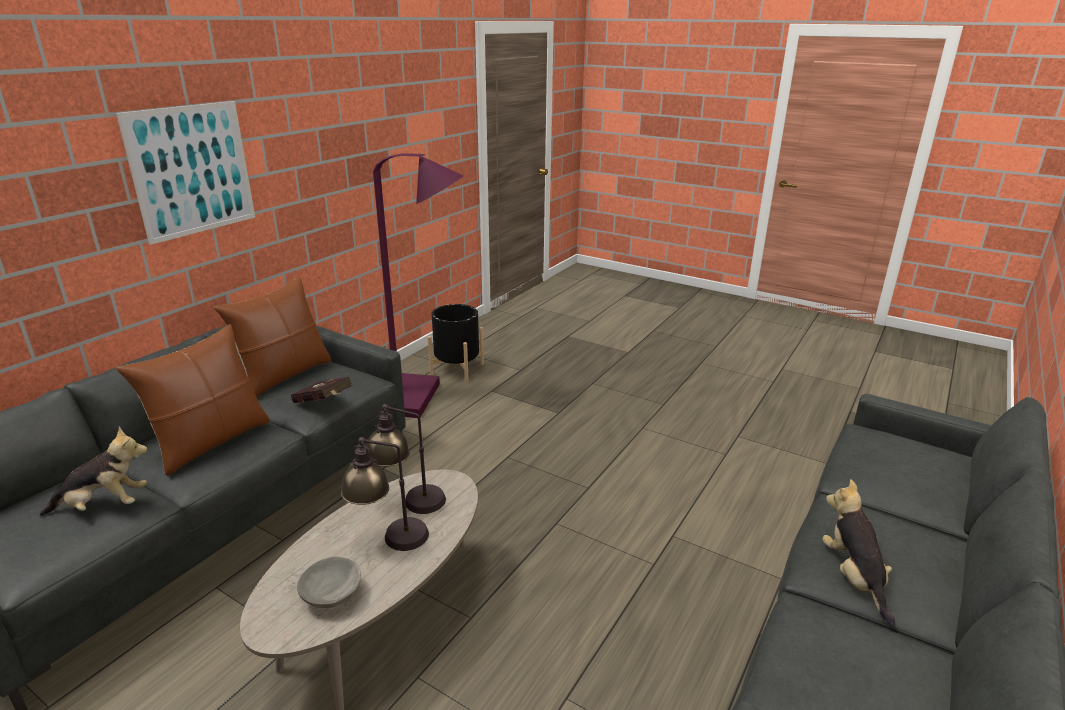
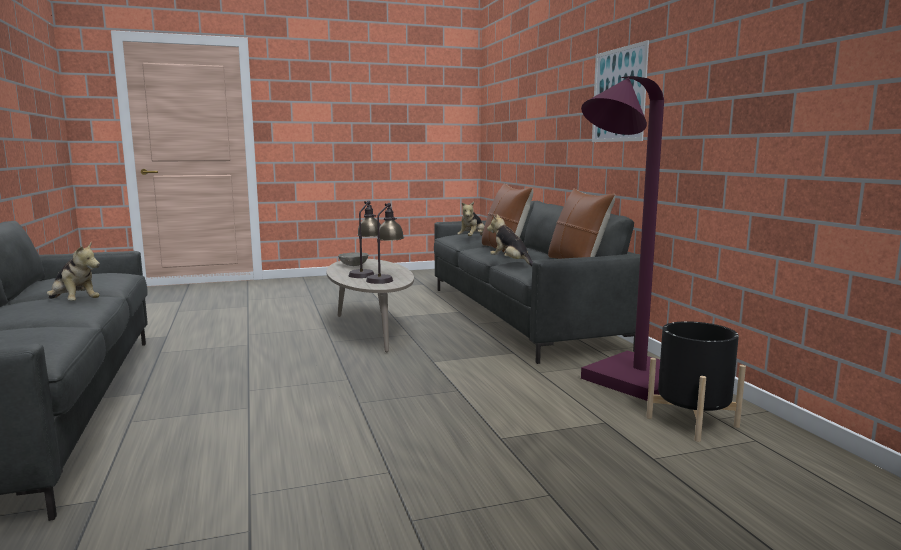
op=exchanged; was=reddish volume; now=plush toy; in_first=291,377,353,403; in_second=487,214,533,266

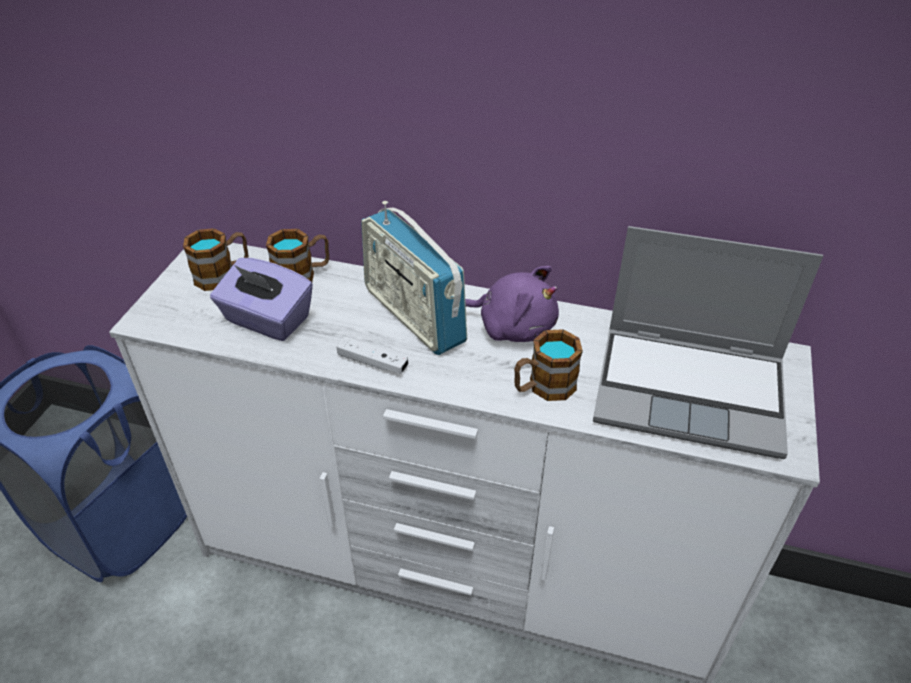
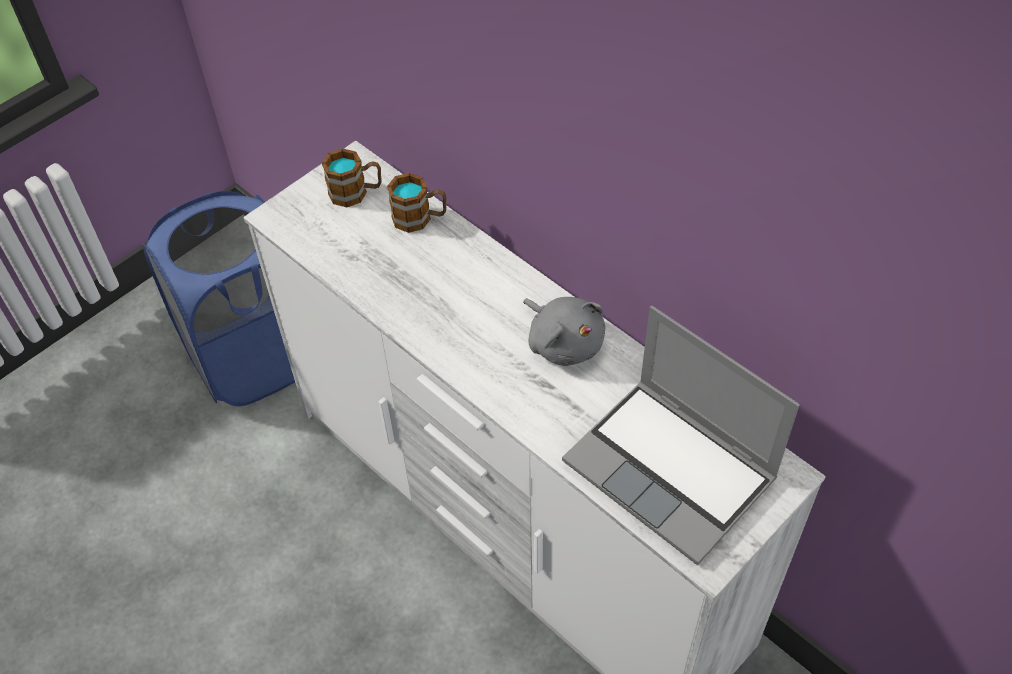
op=missing; was=purple-coloured box of tissues; in_first=210,258,313,341
op=missing; was=white joypad; in_first=336,337,408,374
op=missing; was=radio; in_first=361,201,467,355
op=colour; was=purple-coloured plush toy; now=gray plush toy; in_first=465,266,559,342; in_second=523,297,606,366
op=missing; was=tea mug; in_first=514,329,583,401

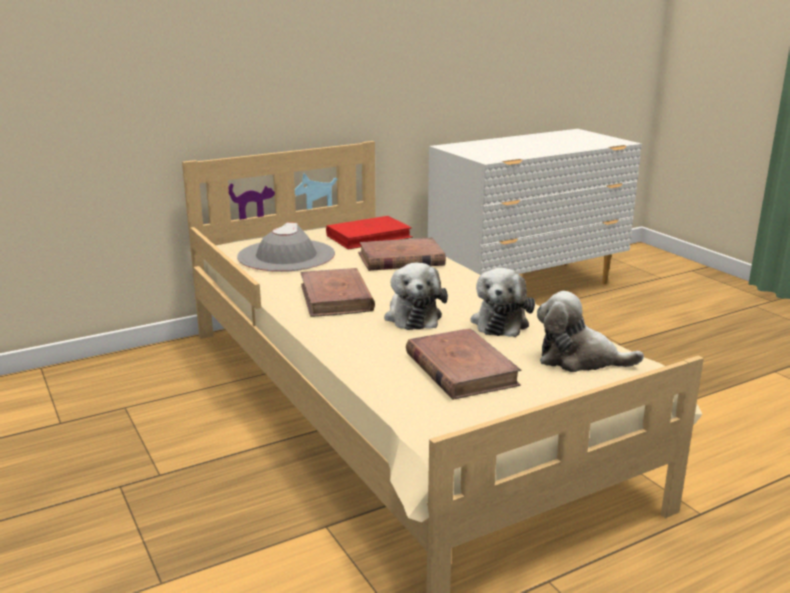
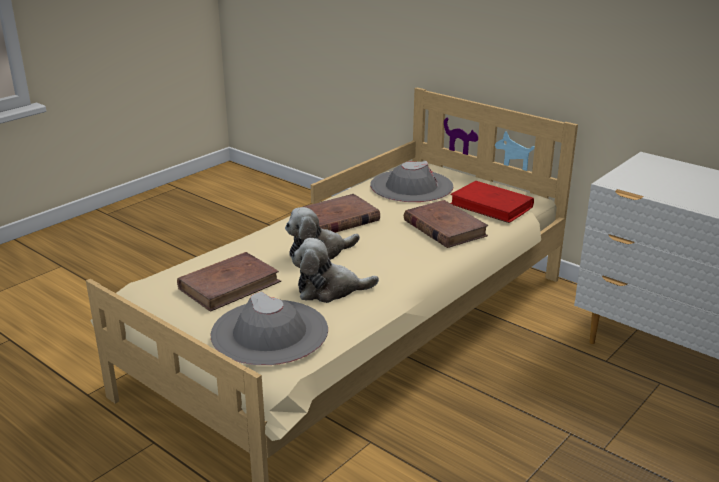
op=exchanged; was=plush toy; now=gray clothing hat; in_first=537,291,644,372; in_second=210,292,328,365

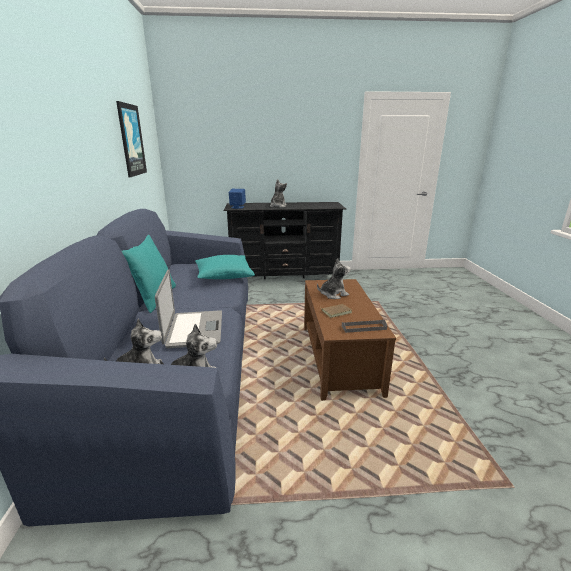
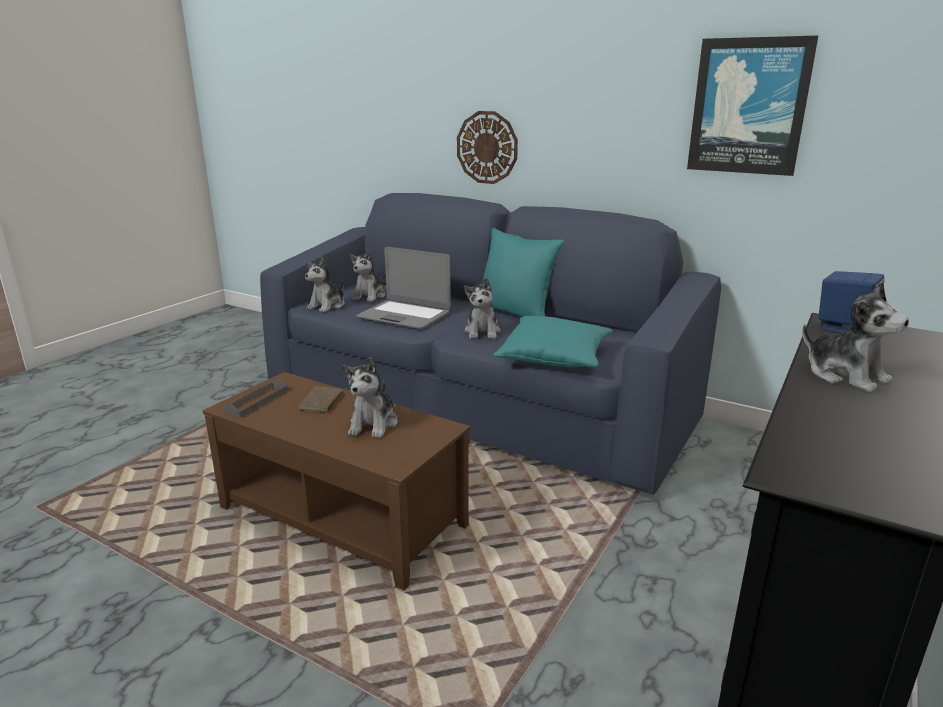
op=appeared; now=wall clock; in_second=457,111,518,184
op=appeared; now=plush toy; in_second=464,278,501,339

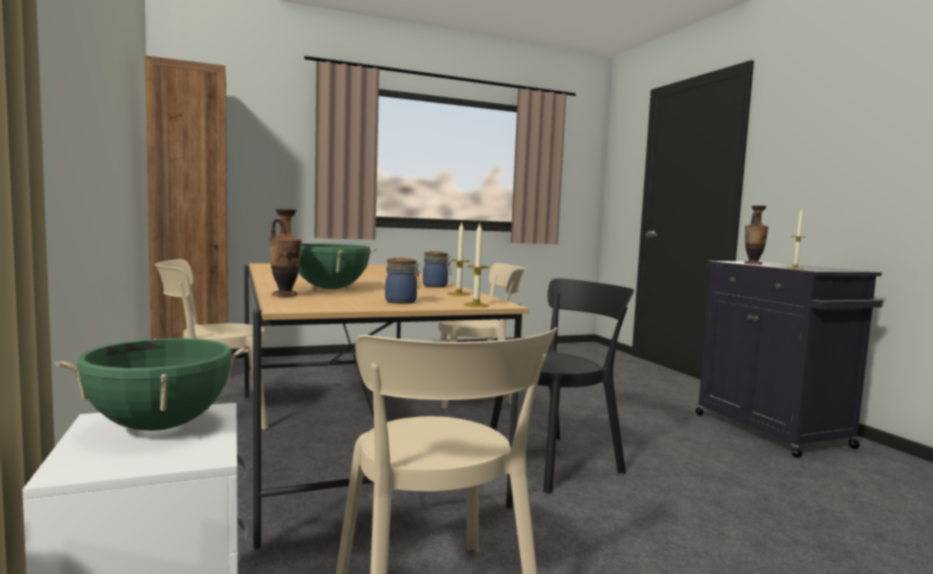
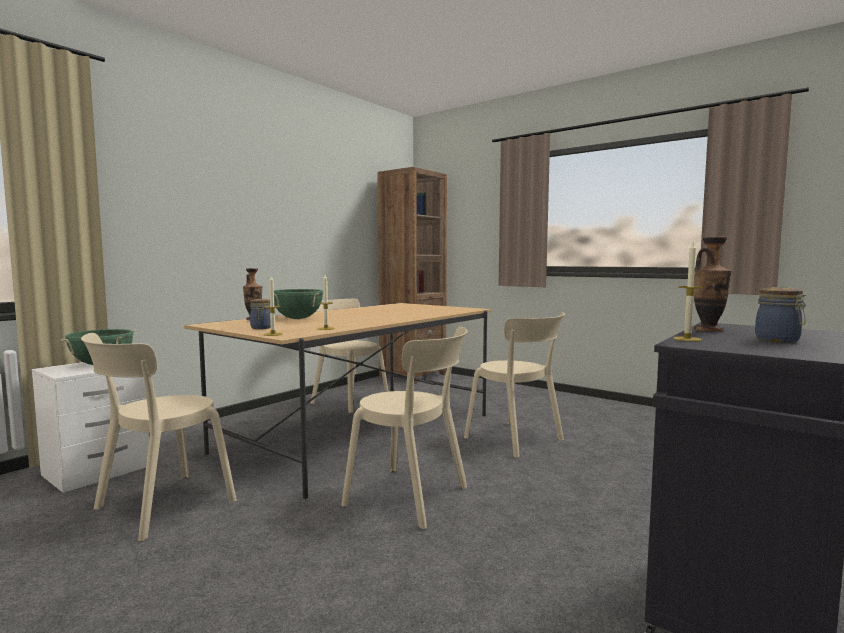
op=relocated; was=storage jar; in_first=423,251,451,288; in_second=755,287,806,343
op=colour; was=blackish upright chair; now=sand-coloured upright chair; in_first=490,278,635,494; in_second=341,327,467,529

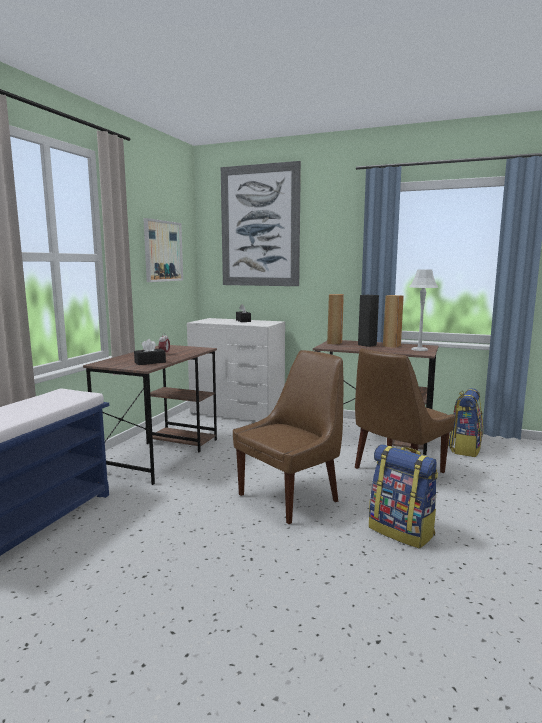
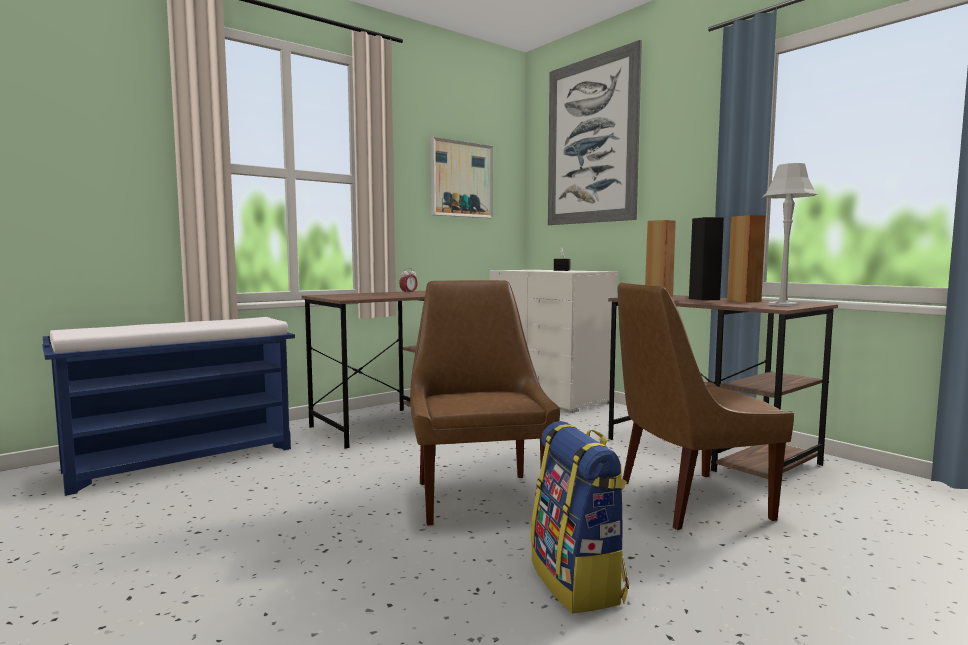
op=missing; was=blackish box of tissues; in_first=134,339,166,365
op=spun; was=brown upright chair; in_first=233,350,344,524; in_second=410,280,560,526; clockwise=-90
op=missing; was=backpack; in_first=448,388,483,457

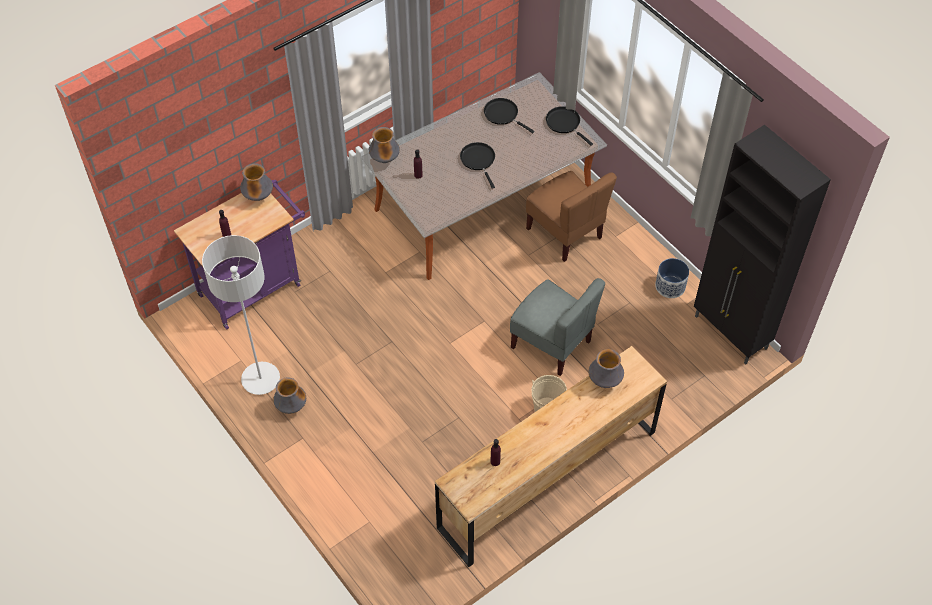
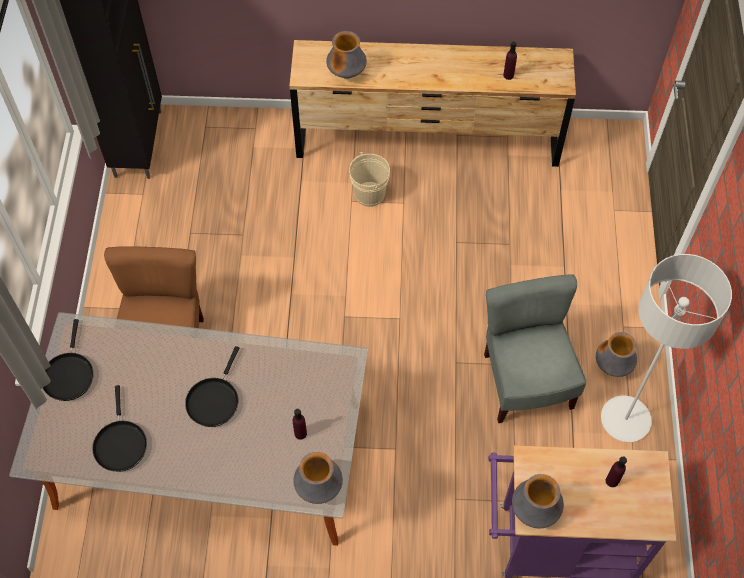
op=relocated; was=gray upright chair; in_first=510,278,605,376; in_second=484,274,587,423
op=missing; was=plant pot; in_first=655,258,689,298

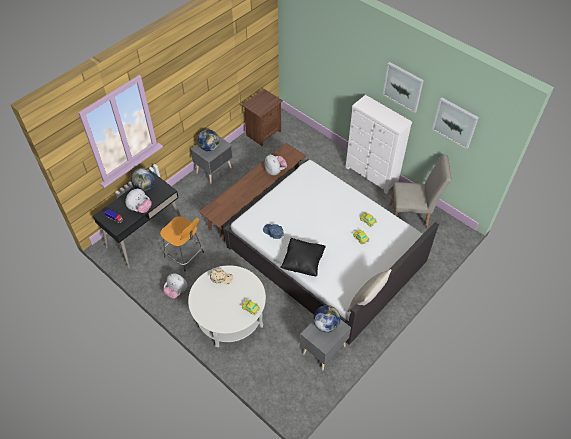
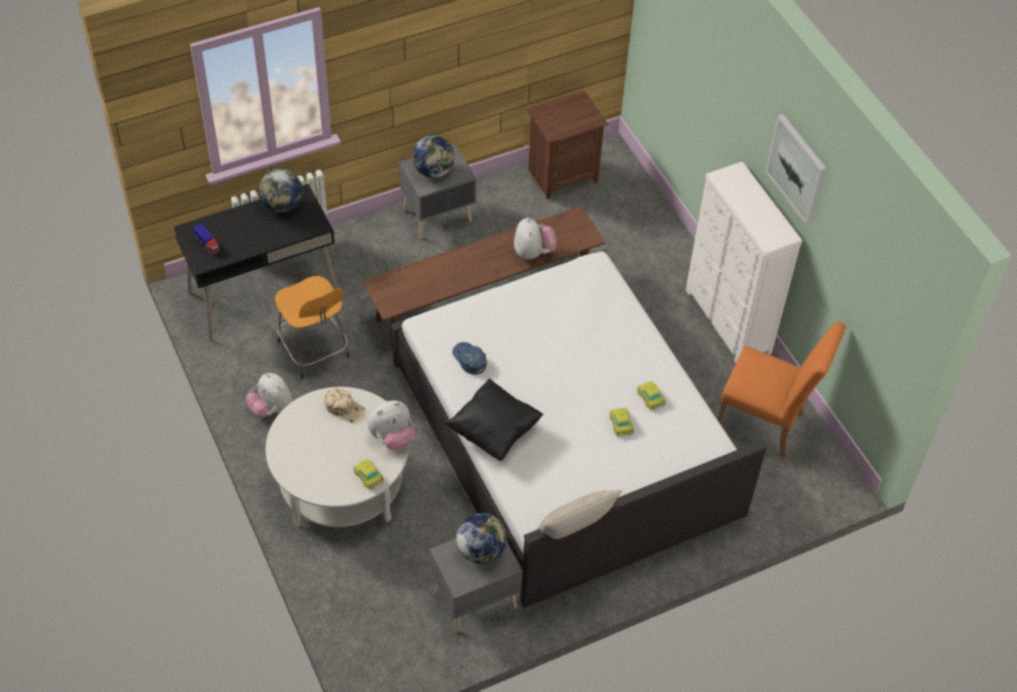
op=relocated; was=plush toy; in_first=125,188,152,213; in_second=367,401,415,450
op=colour; was=sand-coloured upright chair; now=orange upright chair; in_first=390,155,452,228; in_second=717,322,846,457
op=missing; was=picture; in_first=432,98,479,149

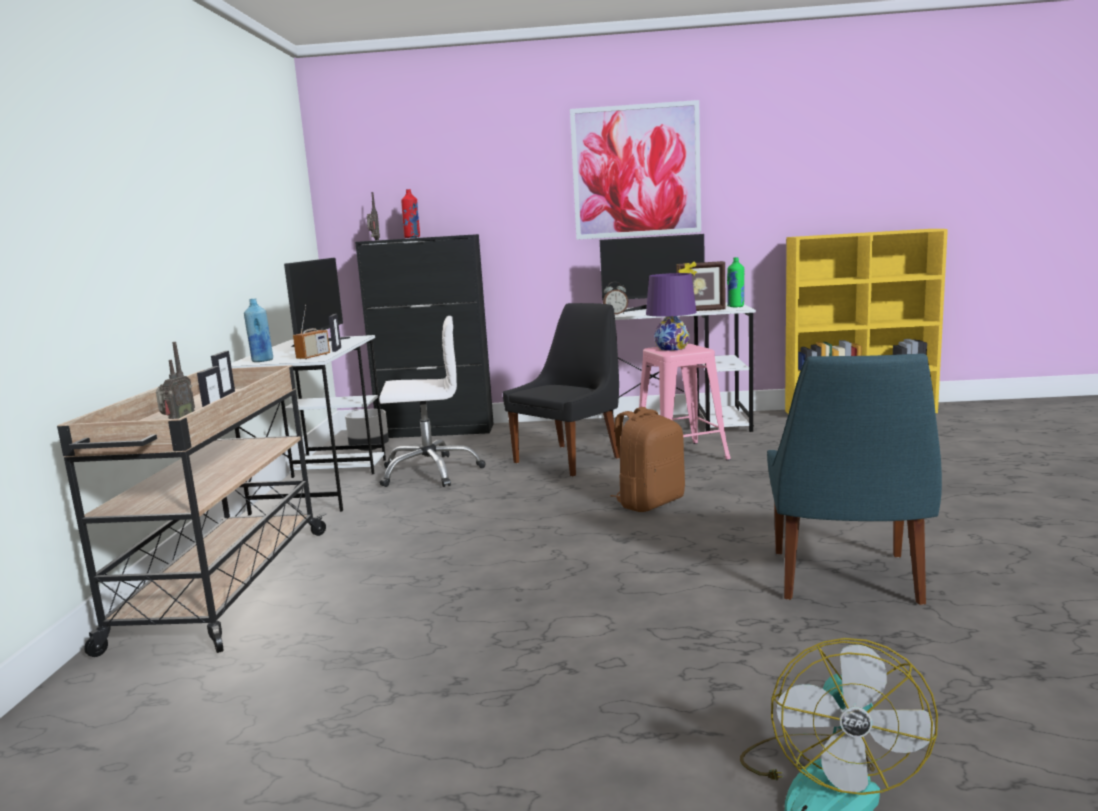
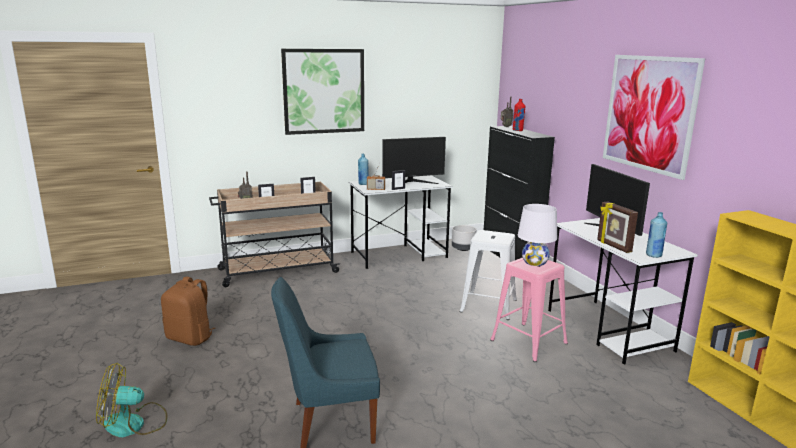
op=missing; was=white desk chair; in_first=379,316,485,487
op=exchanged; was=blackish upright chair; now=white sitting stool; in_first=503,303,619,477; in_second=460,230,517,320
op=missing; was=bedside clock; in_first=603,282,628,314
op=relocated; was=brown backpack; in_first=611,407,685,512; in_second=161,277,215,346
op=colour; was=purple-coloured tabletop lamp; now=white tabletop lamp; in_first=646,273,696,351; in_second=518,204,557,266
op=colour; was=green-coloured drink bottle; now=blue-coloured drink bottle; in_first=727,257,744,307; in_second=646,212,667,258
op=appeared; now=picture; in_second=281,49,364,135

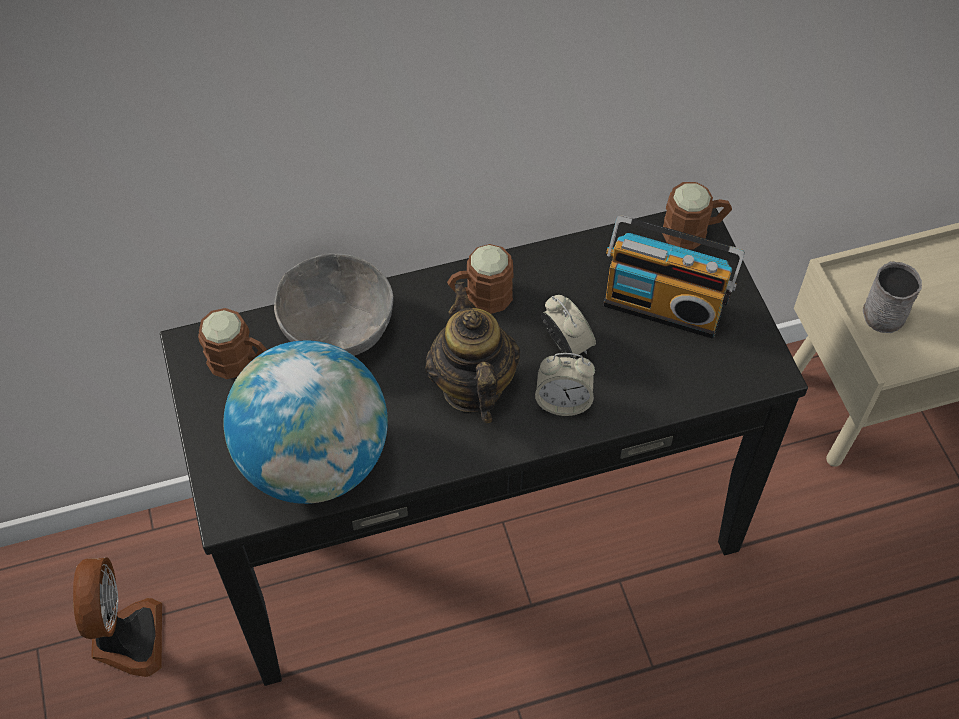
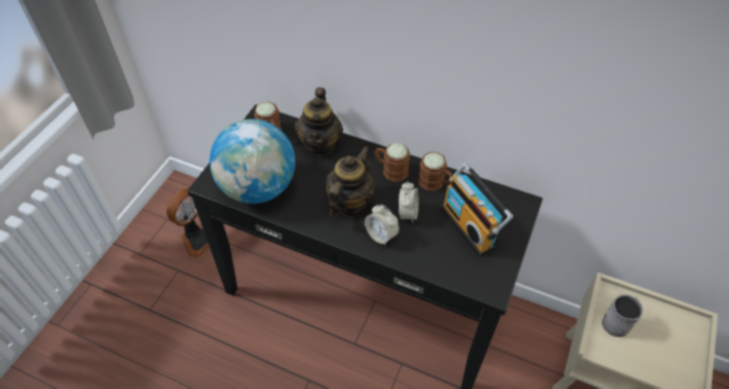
op=exchanged; was=gray bowl; now=tea pot; in_first=274,253,394,356; in_second=294,87,343,156
op=relocated; was=brown tea mug; in_first=662,182,732,249; in_second=418,152,453,191

